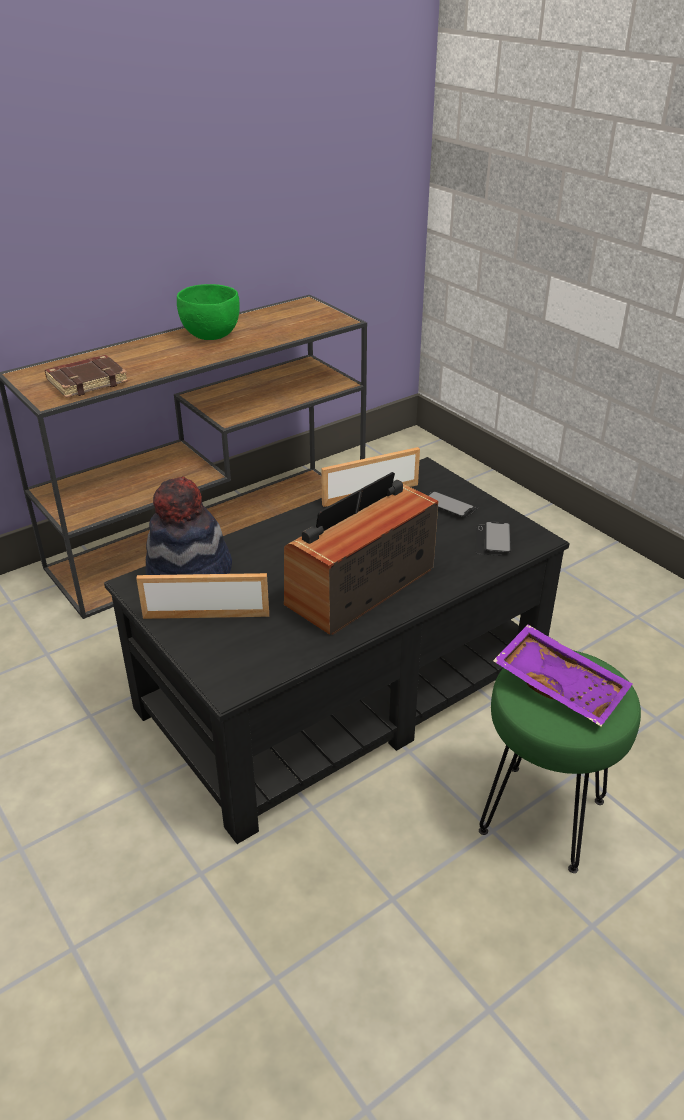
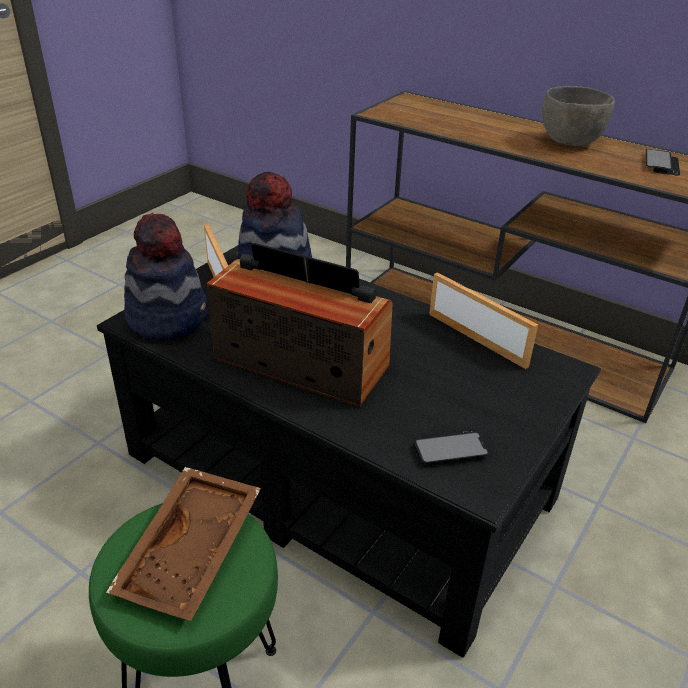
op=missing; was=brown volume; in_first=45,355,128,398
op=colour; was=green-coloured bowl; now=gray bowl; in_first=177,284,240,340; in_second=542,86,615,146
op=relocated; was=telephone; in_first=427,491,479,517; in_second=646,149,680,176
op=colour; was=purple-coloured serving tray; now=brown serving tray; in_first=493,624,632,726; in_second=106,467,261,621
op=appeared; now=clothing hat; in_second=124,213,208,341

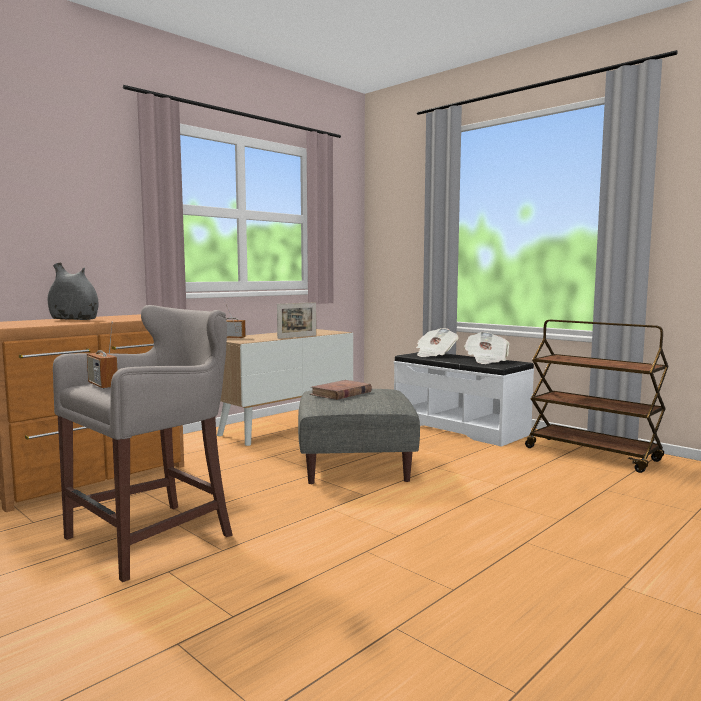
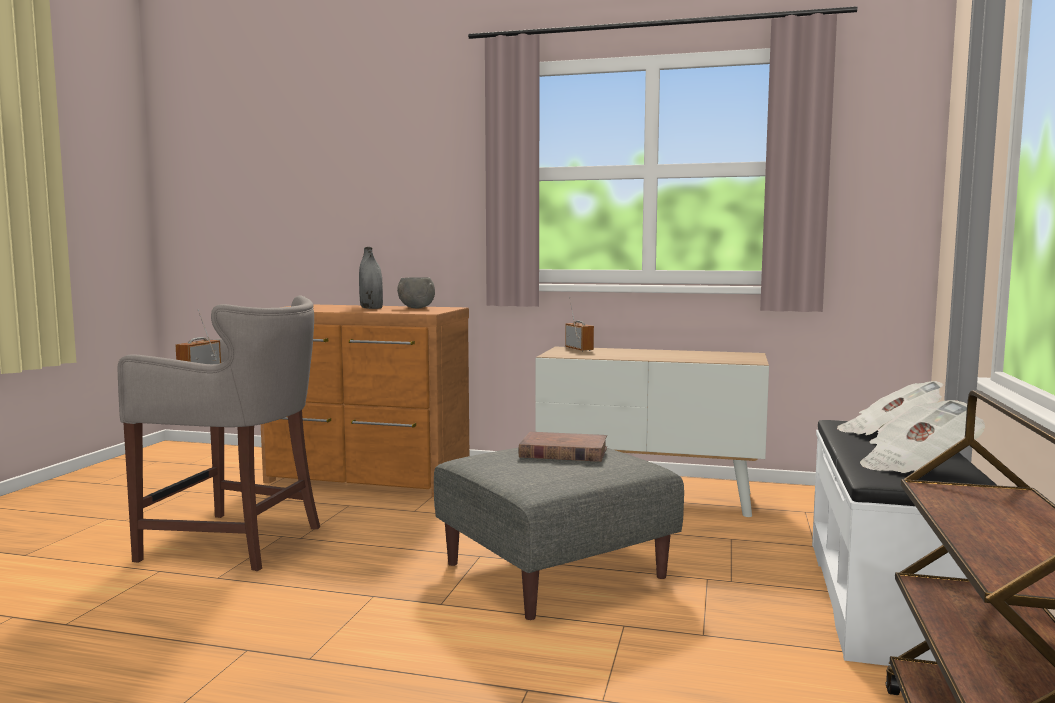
op=missing; was=picture frame; in_first=277,302,316,339
op=appeared; now=gray bowl; in_second=397,277,435,308

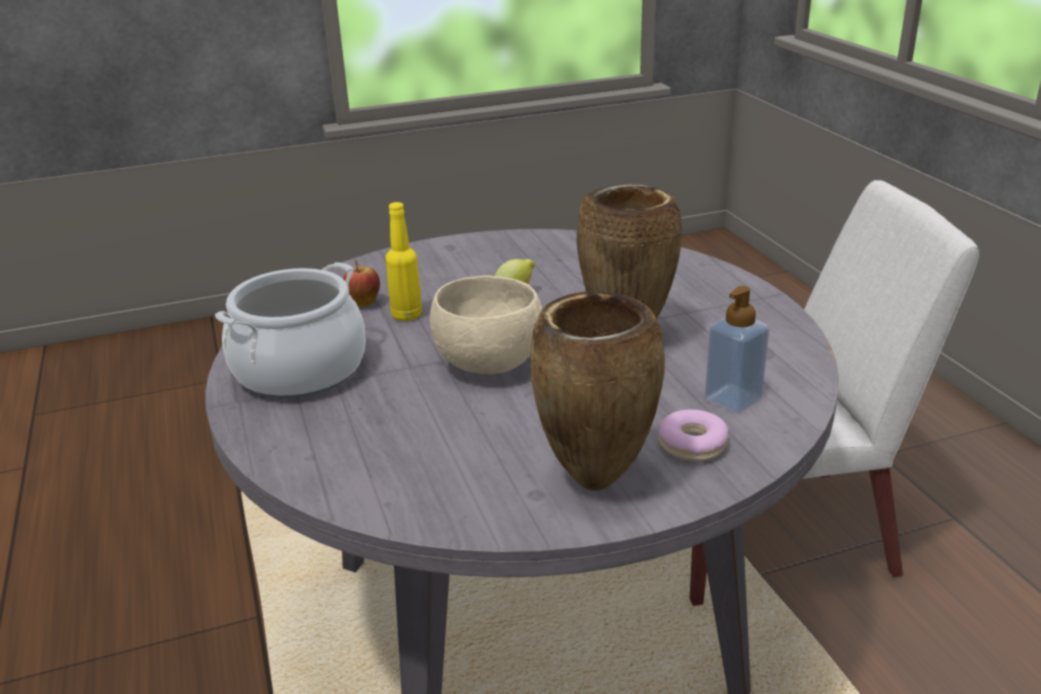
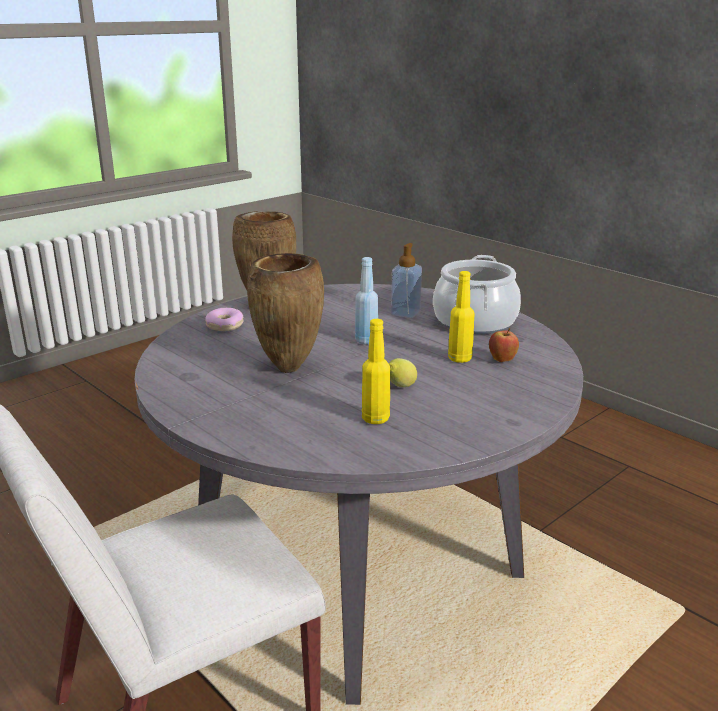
op=exchanged; was=sand-coloured bowl; now=blue-coloured drink bottle; in_first=430,276,542,374; in_second=355,257,378,345
op=relocated; was=liquid soap bottle; in_first=705,286,769,414; in_second=391,243,422,318
op=appeared; now=yellow drink bottle; in_second=362,319,390,424

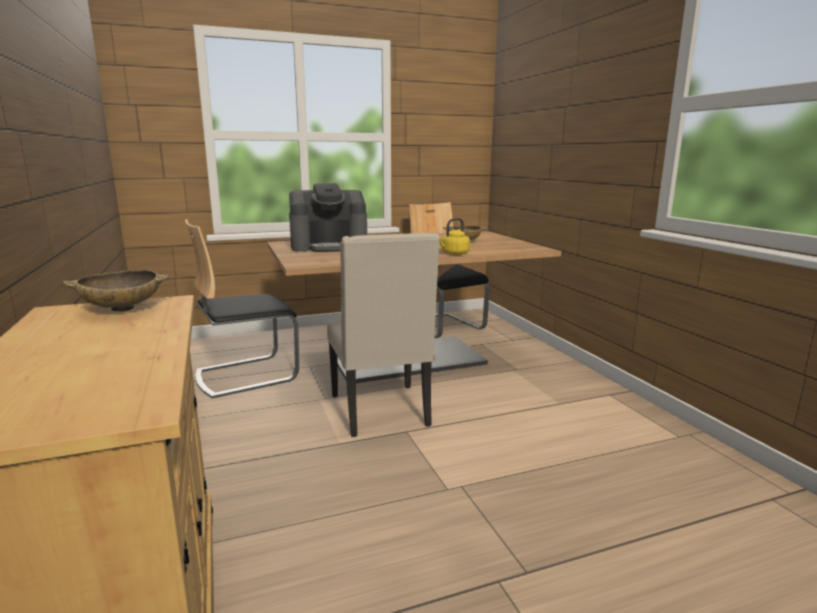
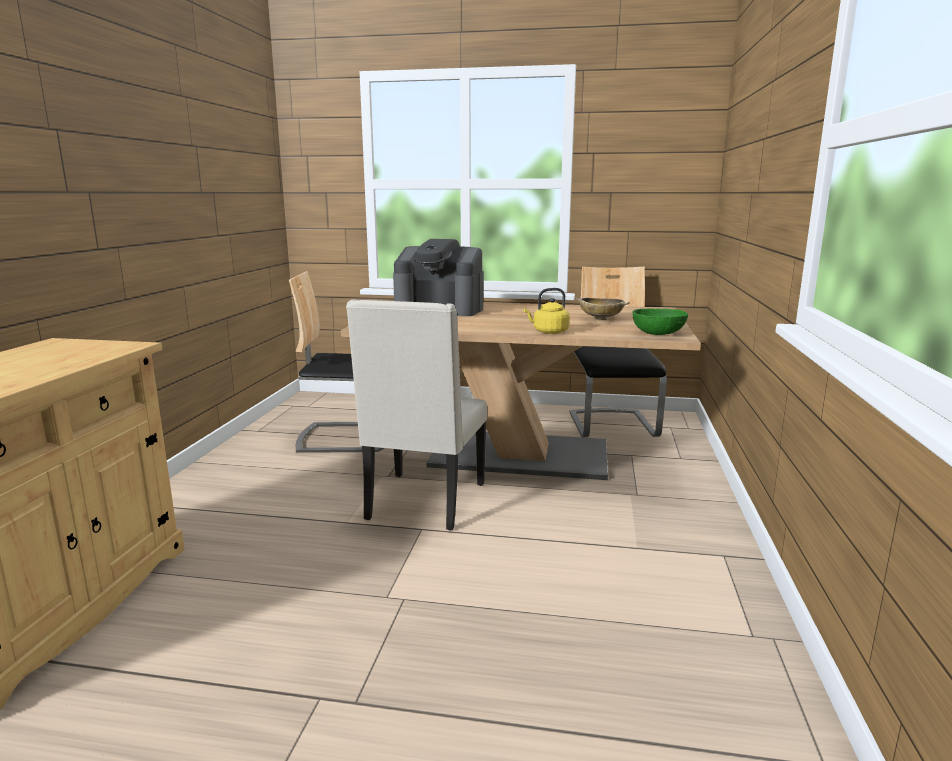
op=missing; was=sand-coloured bowl; in_first=63,270,169,312
op=appeared; now=green-coloured bowl; in_second=633,308,688,335

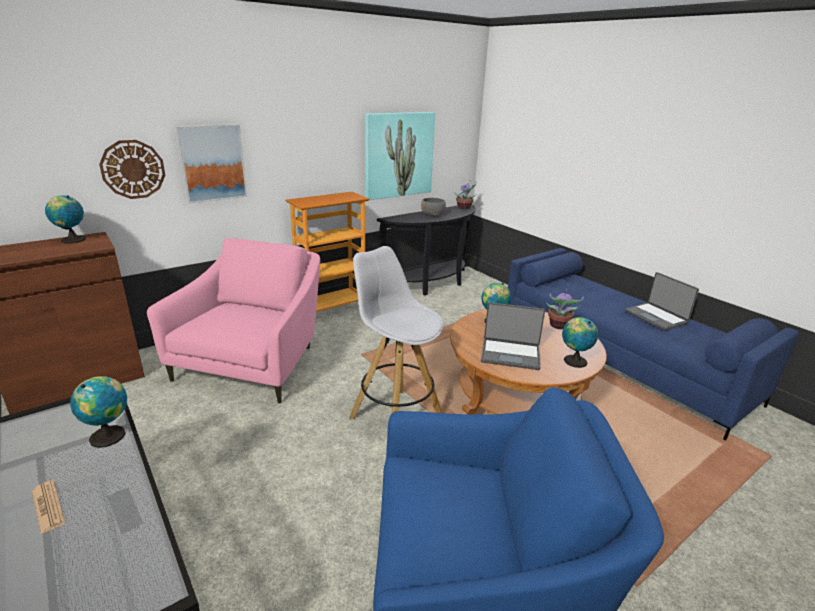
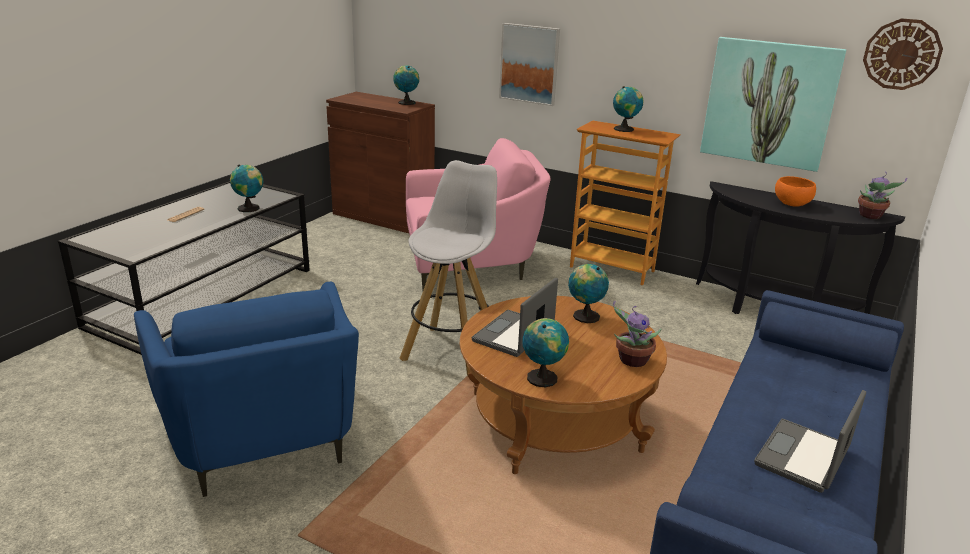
op=relocated; was=wall clock; in_first=99,140,165,199; in_second=863,18,943,90
op=colour; was=gray bowl; now=orange bowl; in_first=421,198,446,216; in_second=775,176,816,207
op=spun; was=notebook computer; in_first=481,302,545,370; in_second=472,278,558,357; clockwise=45
op=appeared; now=world globe; in_second=613,86,643,132

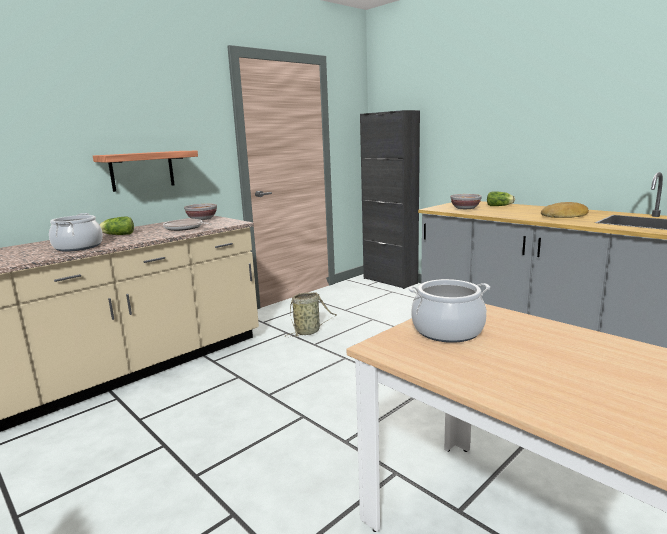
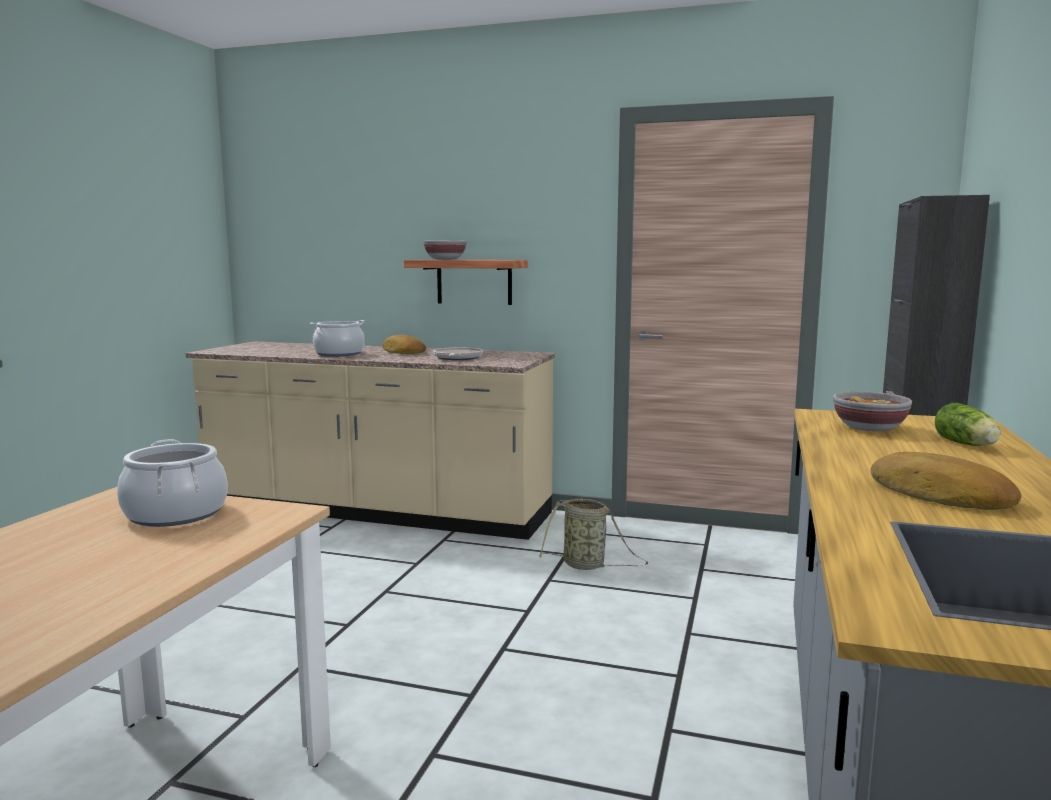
op=exchanged; was=head of lettuce; now=bakery bread; in_first=99,217,134,235; in_second=383,335,426,354
op=relocated; was=bowl; in_first=184,204,217,220; in_second=423,240,467,260

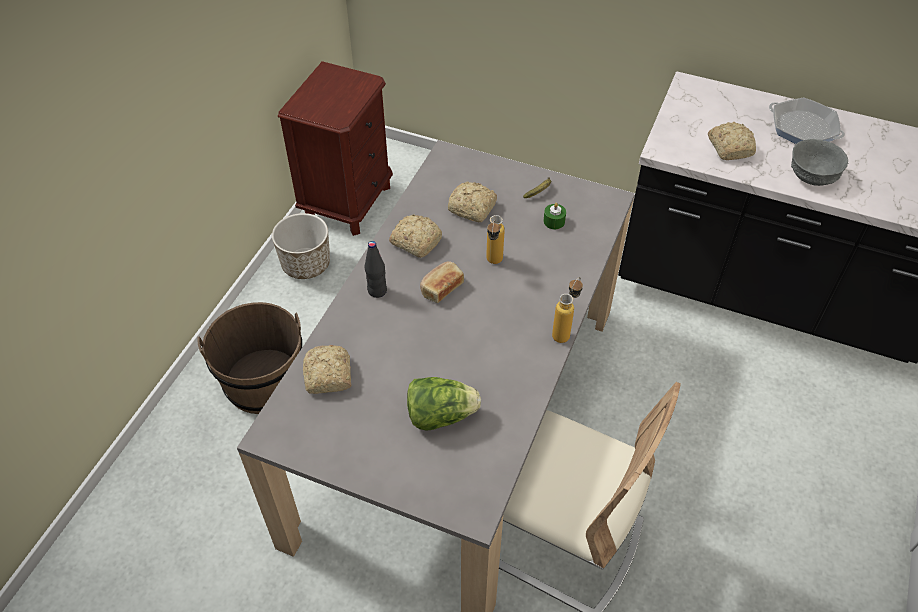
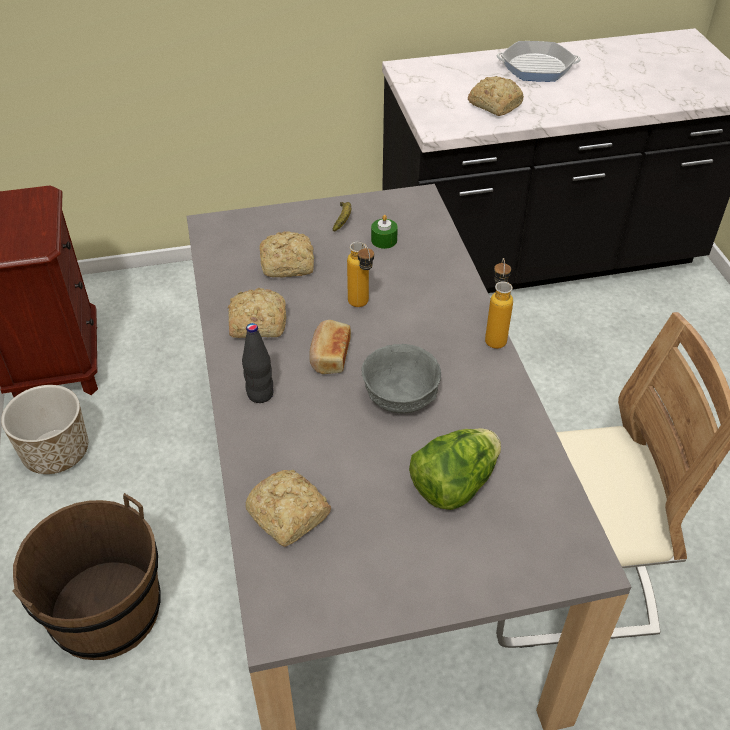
op=relocated; was=gray bowl; in_first=791,139,848,186; in_second=362,344,441,414

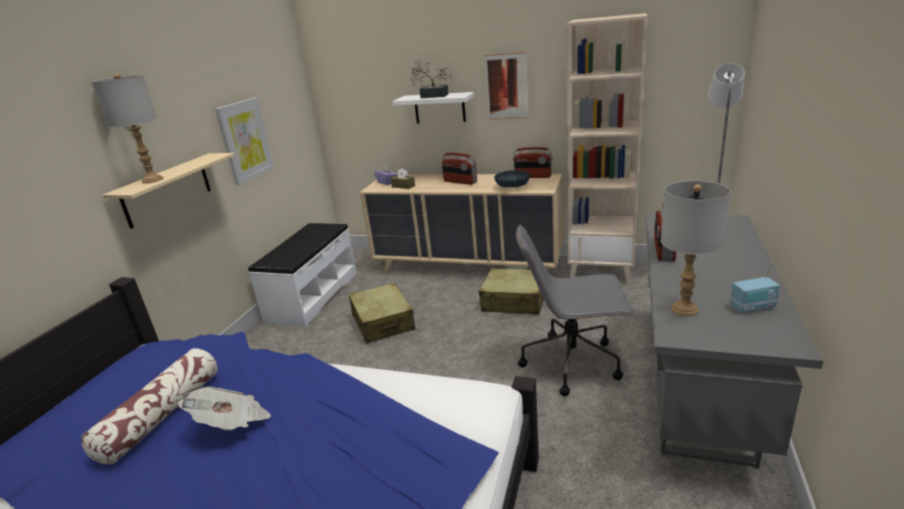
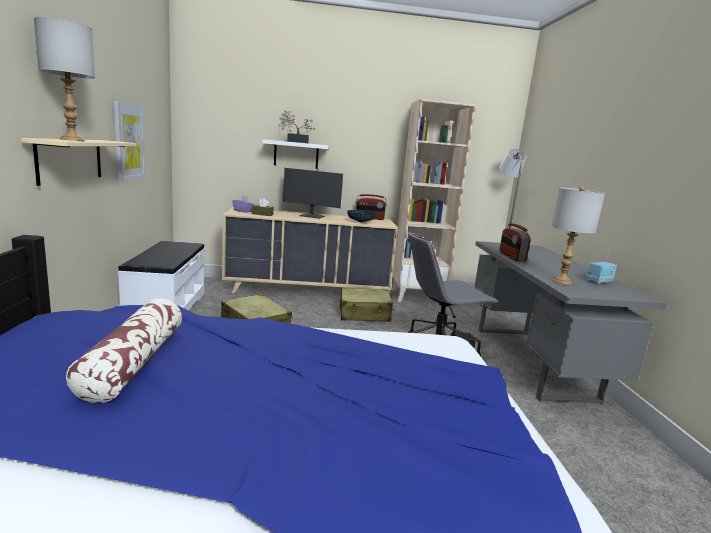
op=missing; was=printed paper; in_first=178,387,271,430
op=exchanged; was=radio; now=computer display; in_first=442,153,477,185; in_second=283,168,343,219
op=missing; was=picture; in_first=485,52,529,119

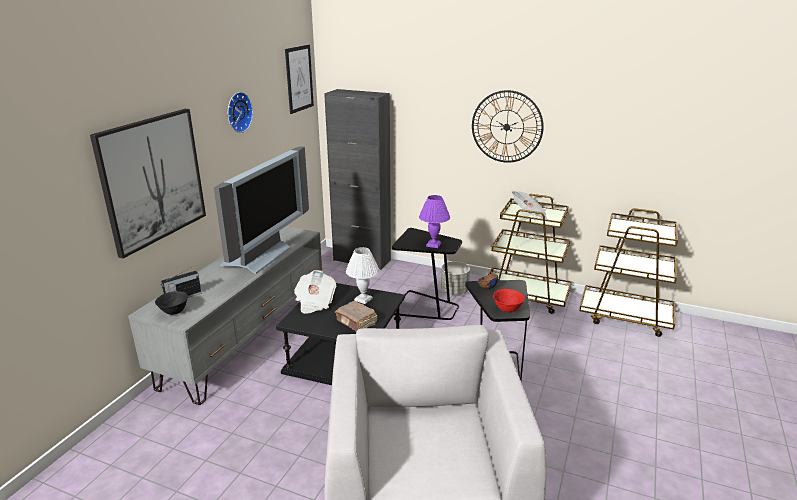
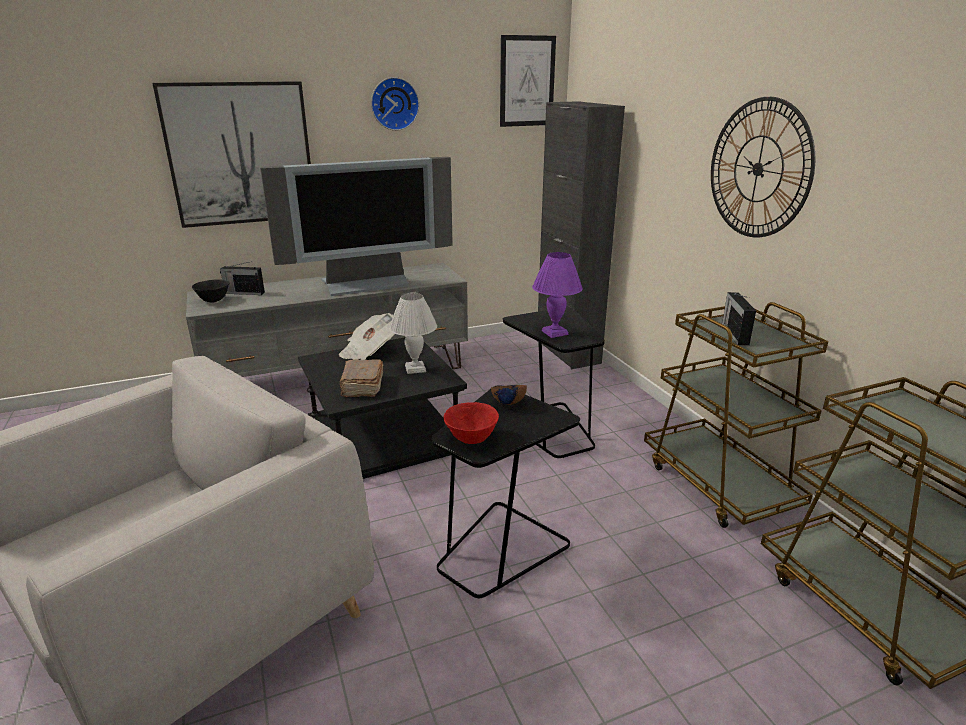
op=missing; was=gray plant pot; in_first=441,262,470,295
op=exchanged; was=printed paper; now=radio; in_first=511,191,547,220; in_second=722,292,756,345

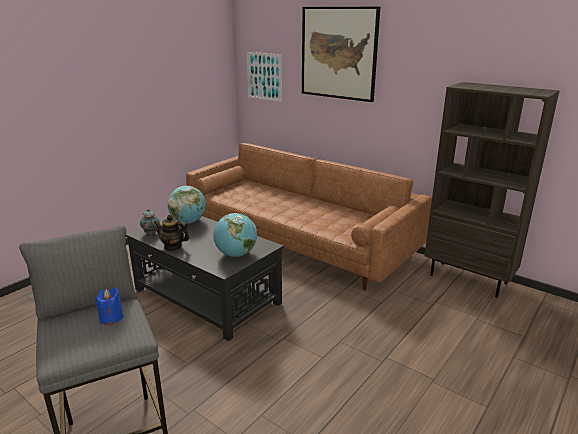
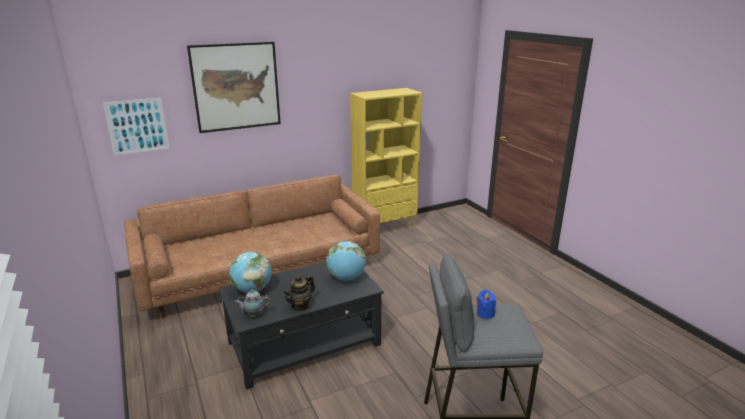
op=colour; was=brown shelving unit; now=yellow shelving unit; in_first=425,82,559,298; in_second=350,88,422,229

